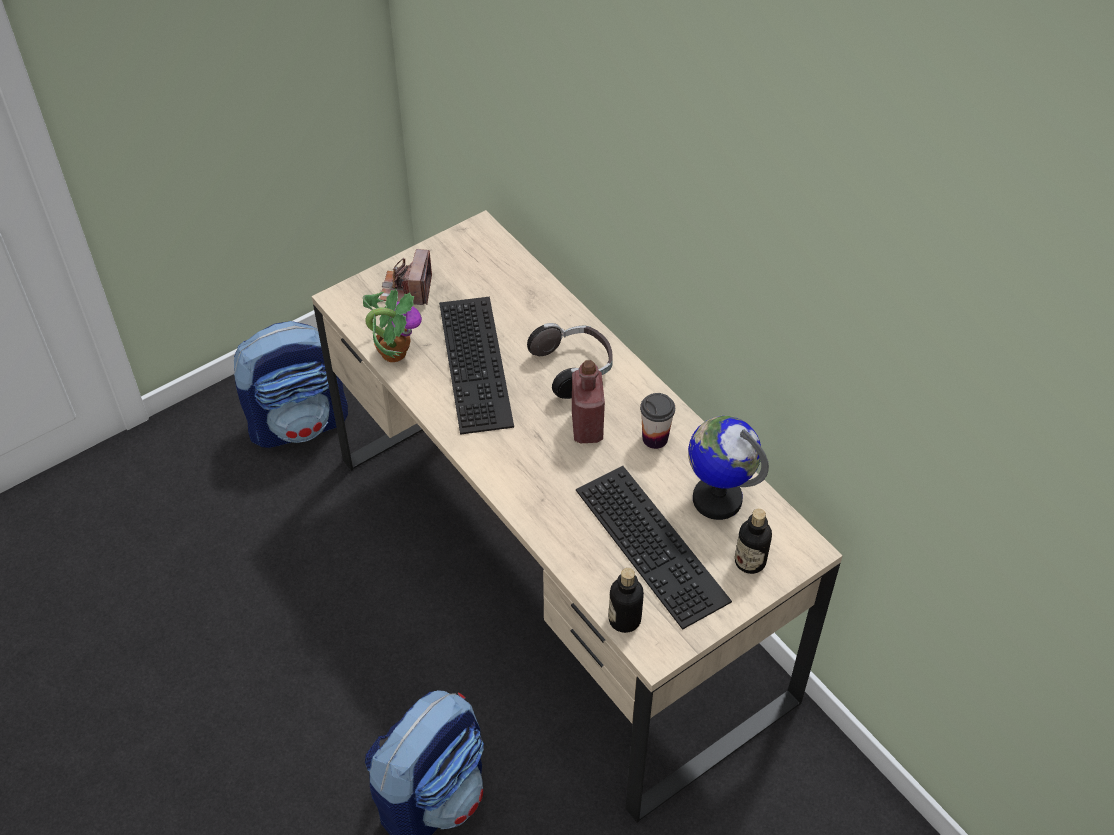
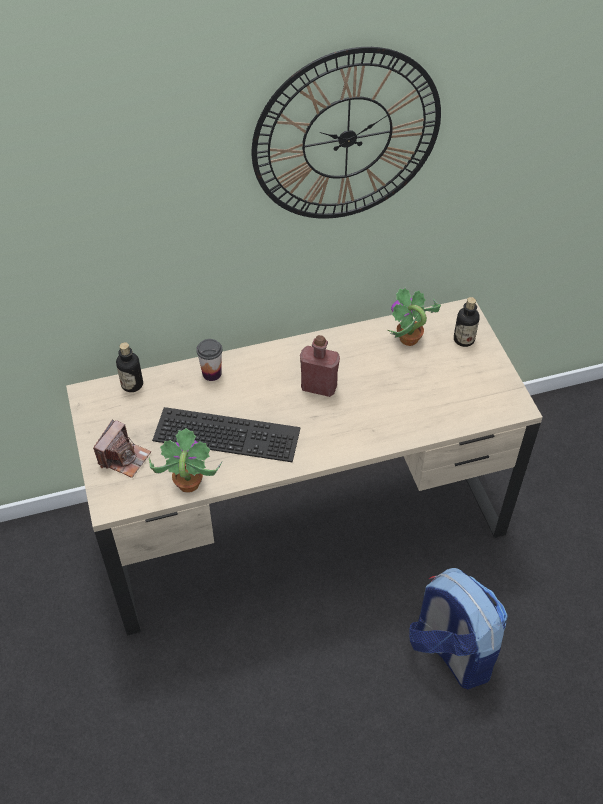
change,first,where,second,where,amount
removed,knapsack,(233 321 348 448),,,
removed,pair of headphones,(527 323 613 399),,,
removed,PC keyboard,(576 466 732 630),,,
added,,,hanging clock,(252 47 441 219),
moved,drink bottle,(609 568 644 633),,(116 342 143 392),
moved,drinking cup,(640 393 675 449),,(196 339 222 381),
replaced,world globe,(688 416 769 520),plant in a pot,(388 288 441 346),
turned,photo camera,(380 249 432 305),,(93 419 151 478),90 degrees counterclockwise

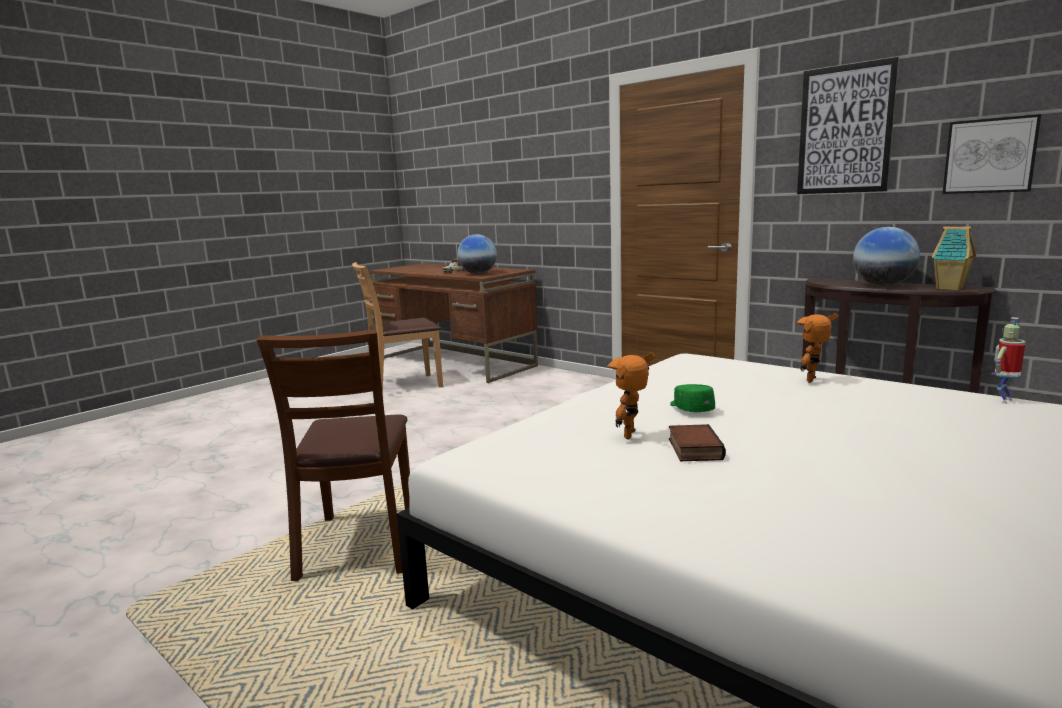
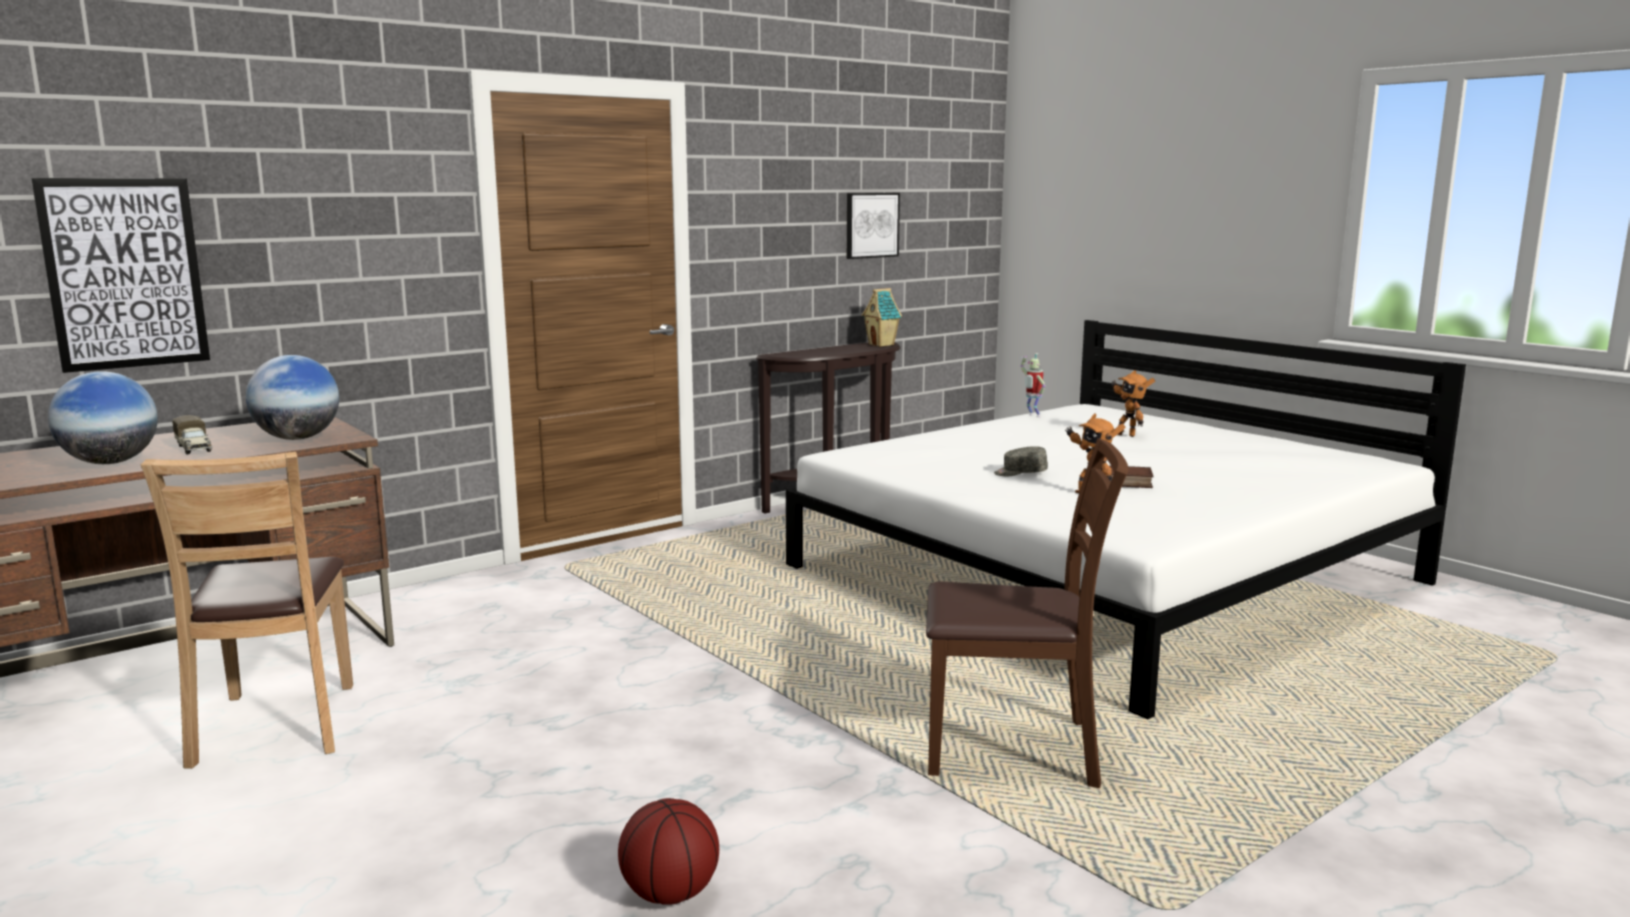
change,first,where,second,where,amount
added,,,basketball ball,(618 798 719 905),
moved,robot figure,(796 313 838 383),,(1111 370 1155 437),
moved,picture,(797 57 899 194),,(31 178 210 373),
moved,world globe,(853 227 920 286),,(48 371 158 464),
recoloured,green-coloured peaked cap,(670 384 715 412),gray peaked cap,(994 446 1048 476),

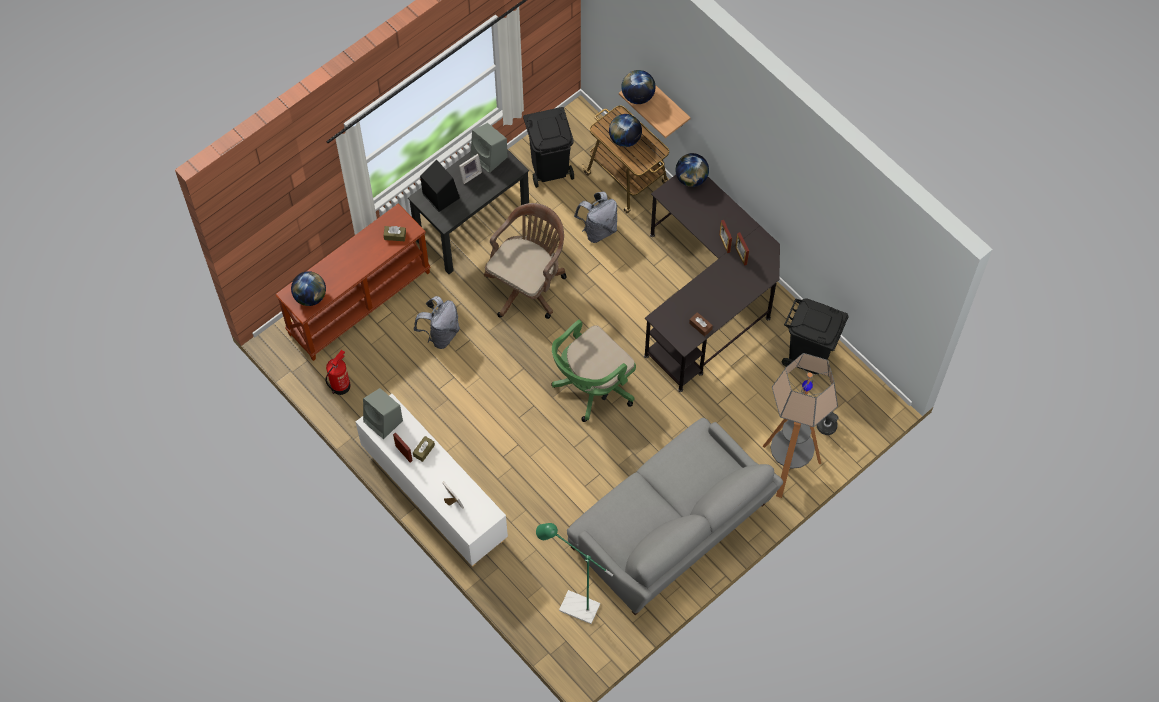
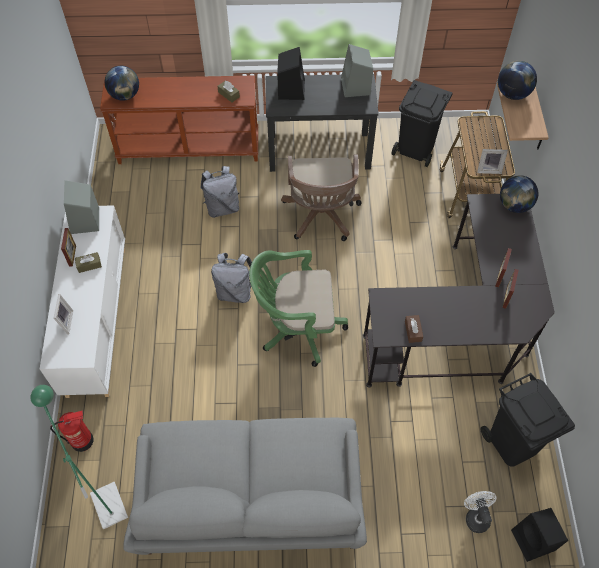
change,first,where,second,where,amount
removed,world globe,(609 114 642 147),,,
removed,standard lamp,(763 353 838 498),,,
added,,,black-coloured audio speaker,(511 508 568 562),
moved,fire-fighting cylinder,(325 350 351 395),,(50 411 94 452),
moved,standing frame,(459 154 482 184),,(477 149 508 174),
moved,gray knapsack,(574 192 617 243),,(211 253 252 303),
turned,brown desk chair,(484 203 567 319),,(281 154 361 241),105 degrees clockwise

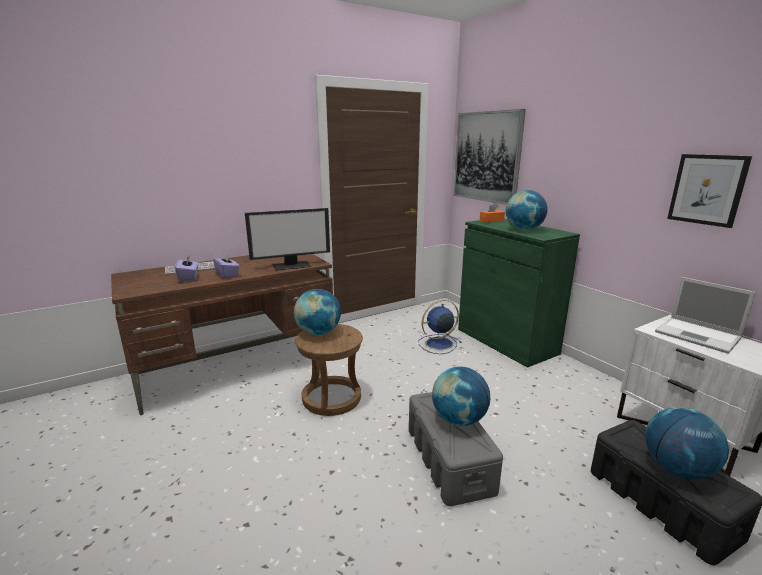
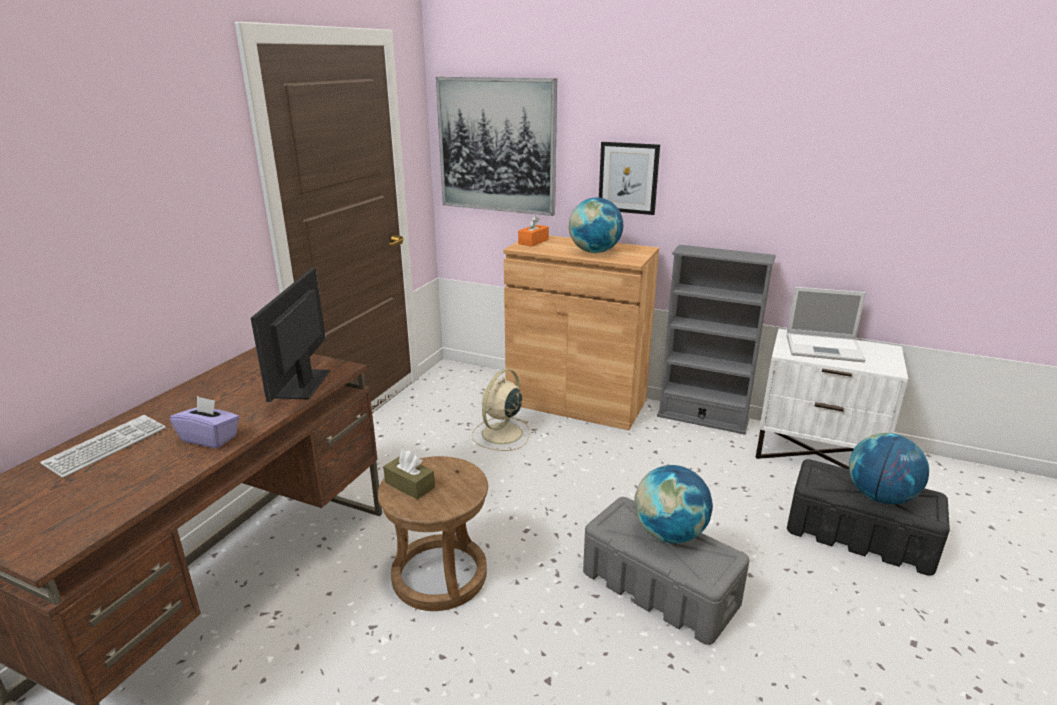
change,first,where,second,where,amount
removed,purple tissue box,(175 255 198 282),,,
added,,,gray bookcase,(657 245 776 435),
moved,picture,(667 154 752 228),,(599 142 660 215),
replaced,world globe,(294 289 341 336),brown tissue box,(383 450 435 500),
recoloured,blue-coloured fan,(418 300 462 354),beige fan,(472 369 530 451),
recoloured,green-coloured cabinet,(458 219 580 368),brown cabinet,(504 235 659 430),
turned,monitor,(245 208 330 271),,(251 268 330 402),150 degrees clockwise

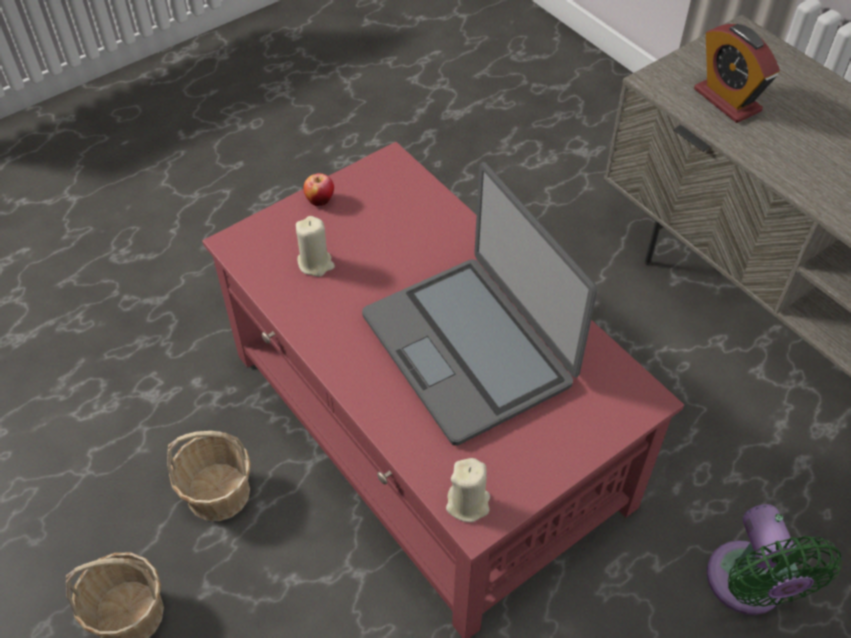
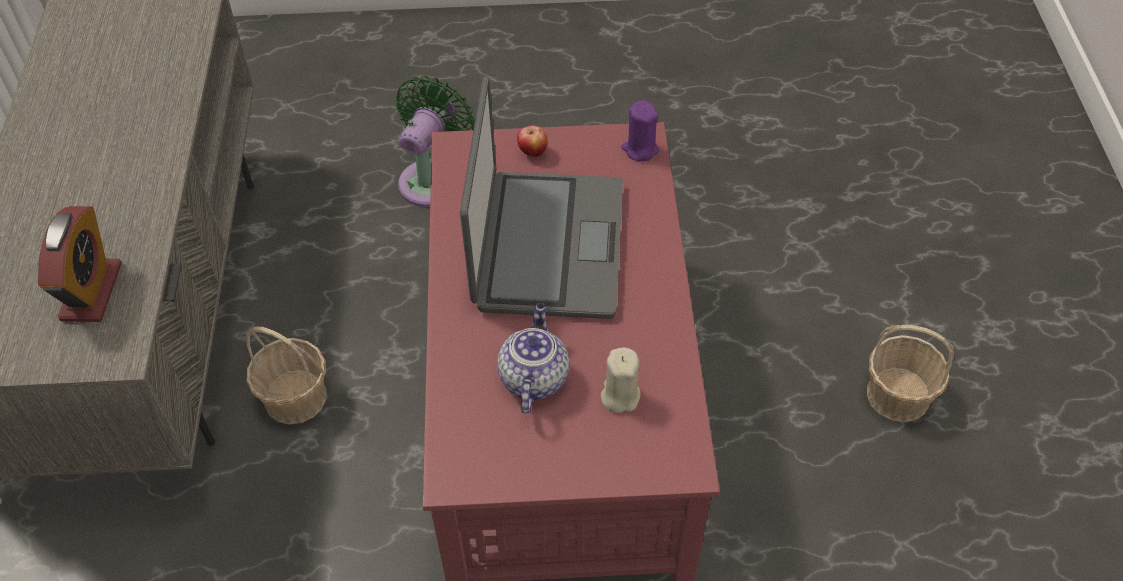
change,first,where,second,where,amount
added,,,tea pot,(497 303 569 414),
moved,storage basket,(167 431 251 521),,(246 326 326 424),
moved,whole apple,(304 173 334 206),,(517 125 548 157),
recoloured,beige wax light,(446 458 490 522),purple wax light,(621 100 659 162),

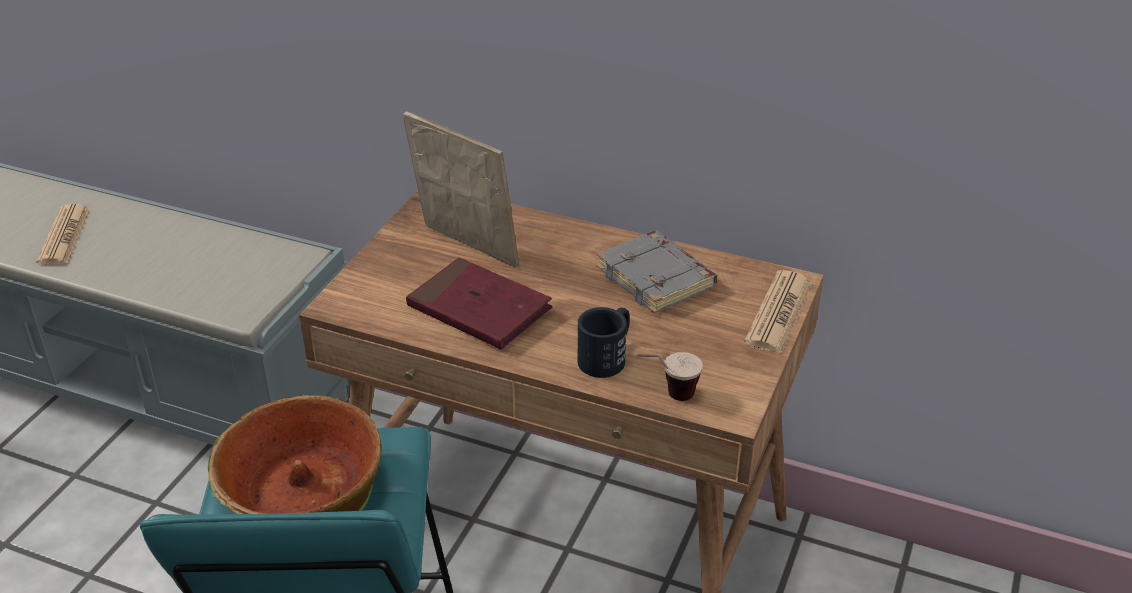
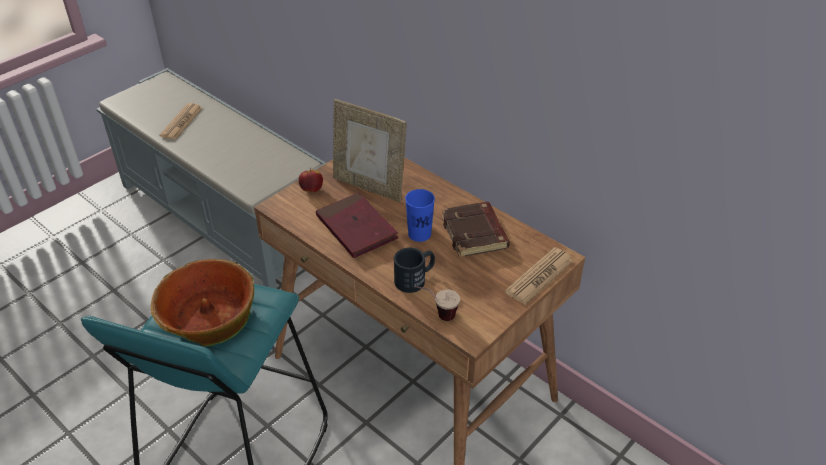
change,first,where,second,where,amount
added,,,whole apple,(298 168 323 192),
added,,,blue-coloured drinking cup,(405 189 435 242),
recoloured,gray volume,(596 231 717 313),brown volume,(441 202 510 258),
turned,standing frame,(403 111 519 268),,(333 99 407 202),150 degrees clockwise

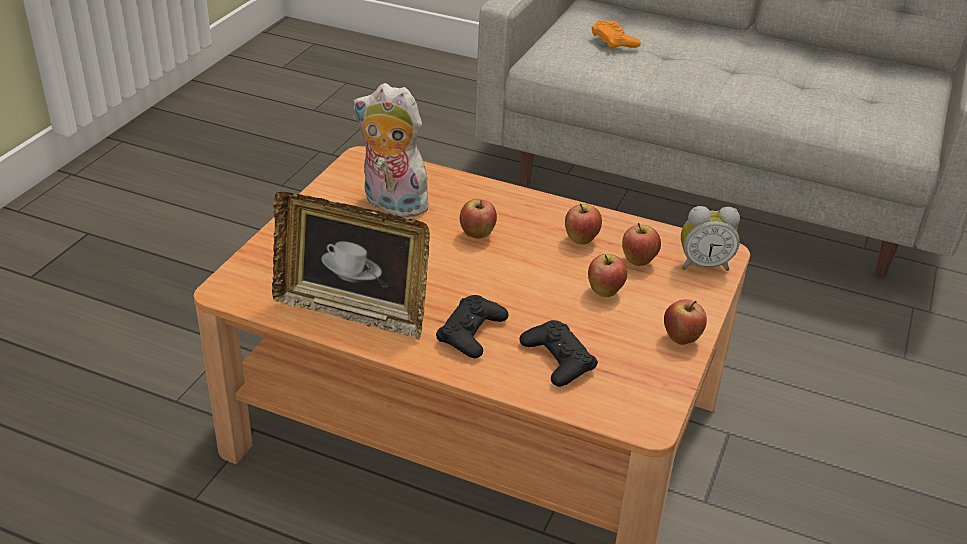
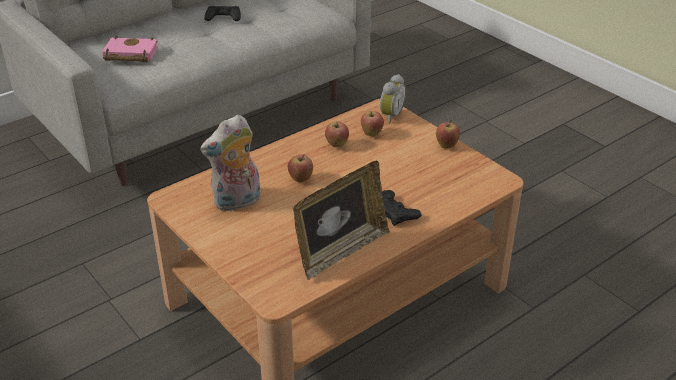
change,first,where,second,where,amount
removed,whole apple,(588 254 627 297),,,
moved,black-coloured game controller,(519 320 598 387),,(204 6 241 21),
replaced,orange game controller,(591 20 641 50),pink volume,(102 36 159 62),

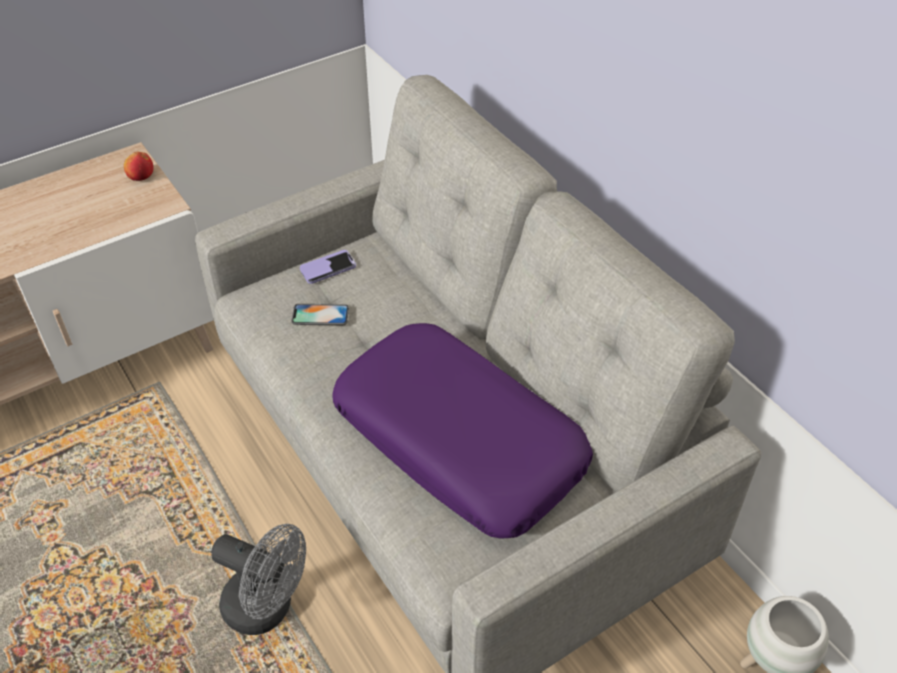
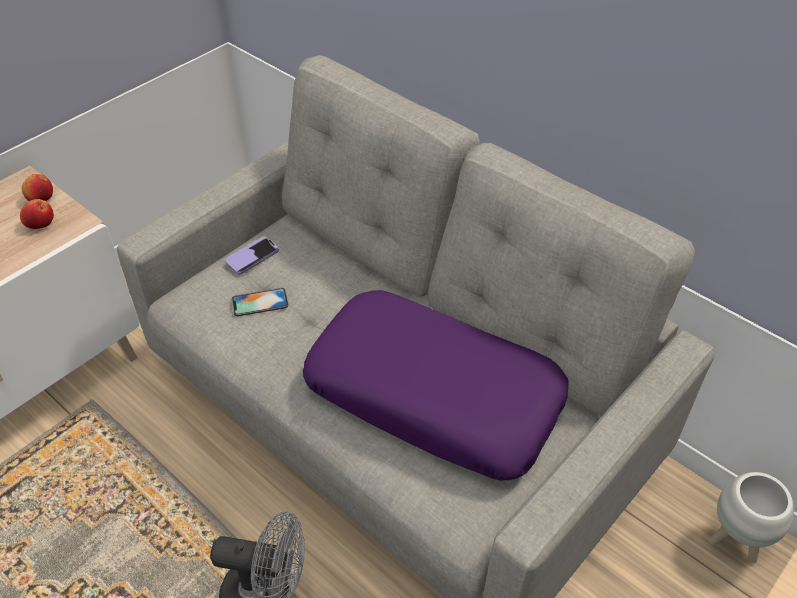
change,first,where,second,where,amount
added,,,whole apple,(20 199 54 229),

